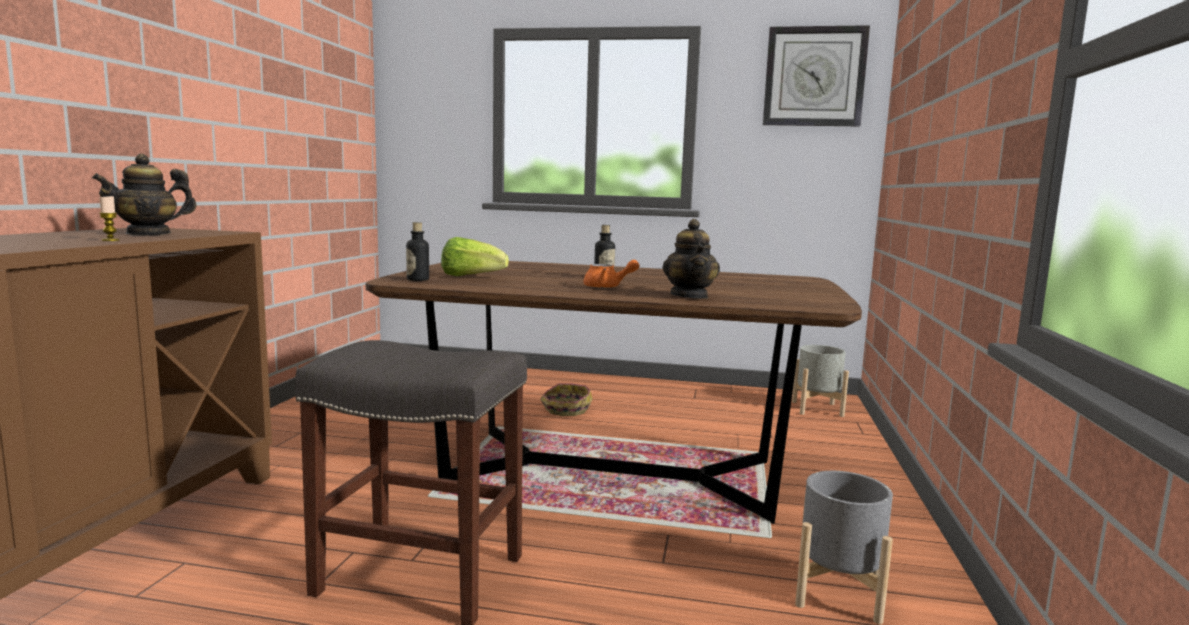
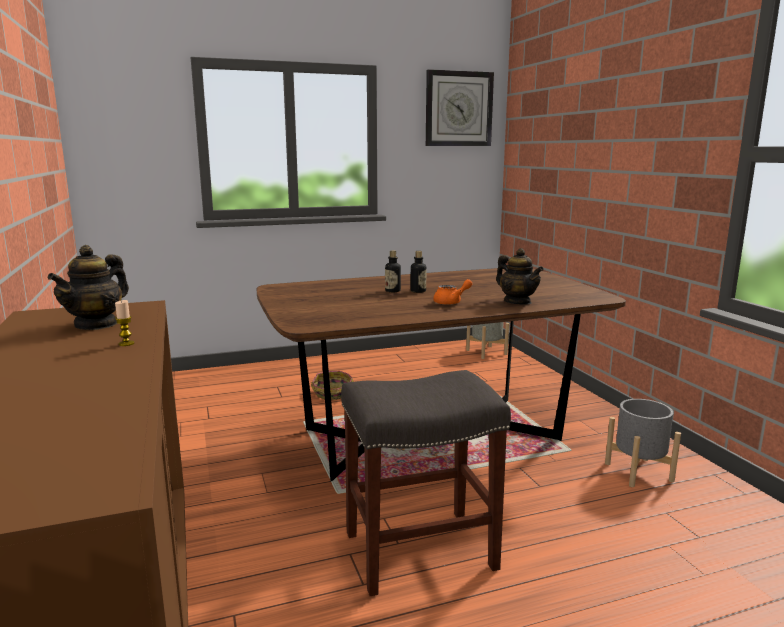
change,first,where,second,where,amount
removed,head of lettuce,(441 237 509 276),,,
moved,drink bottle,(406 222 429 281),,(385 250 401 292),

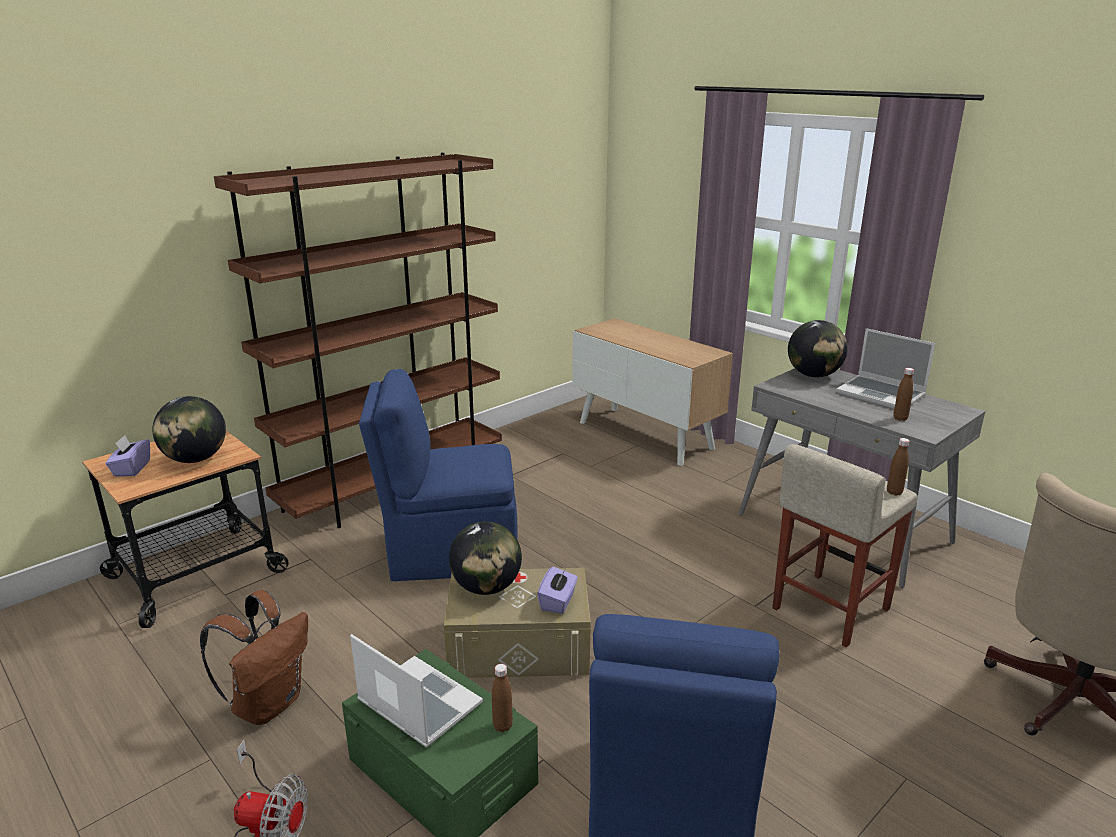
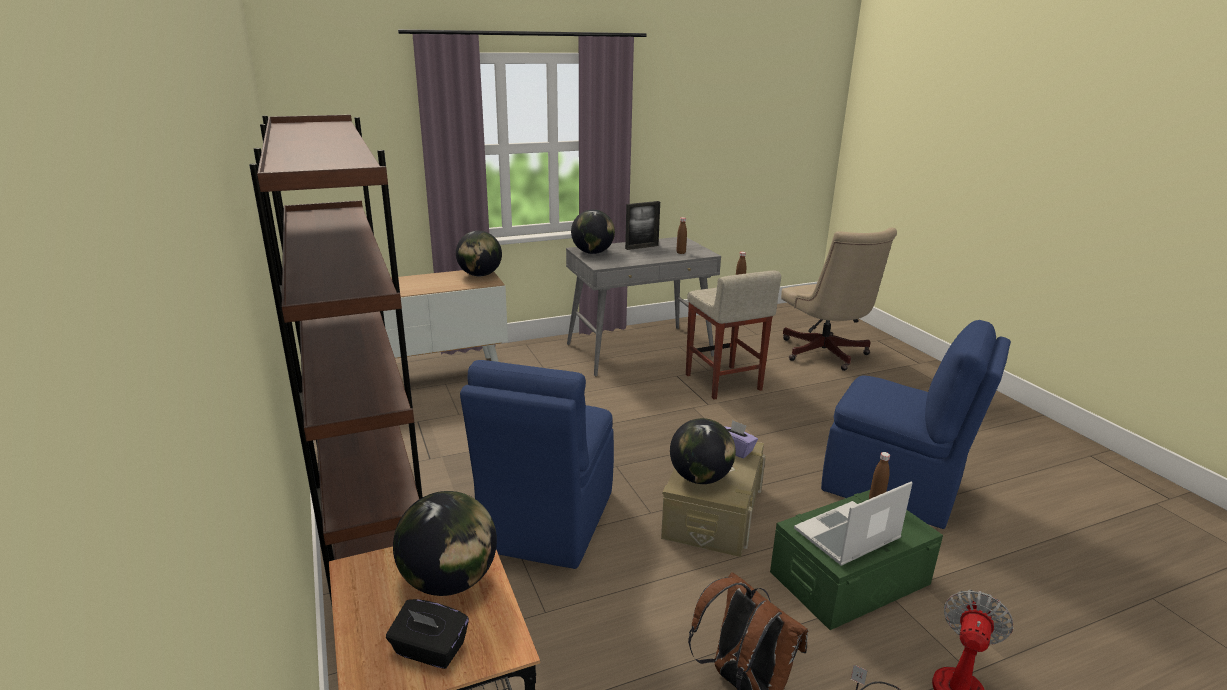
change,first,where,second,where,amount
added,,,world globe,(456 231 502 276),
replaced,laptop,(836 328 935 408),standing frame,(625 201 660 250),
recoloured,purple tissue box,(105 435 150 477),black-coloured tissue box,(386 599 469 669),

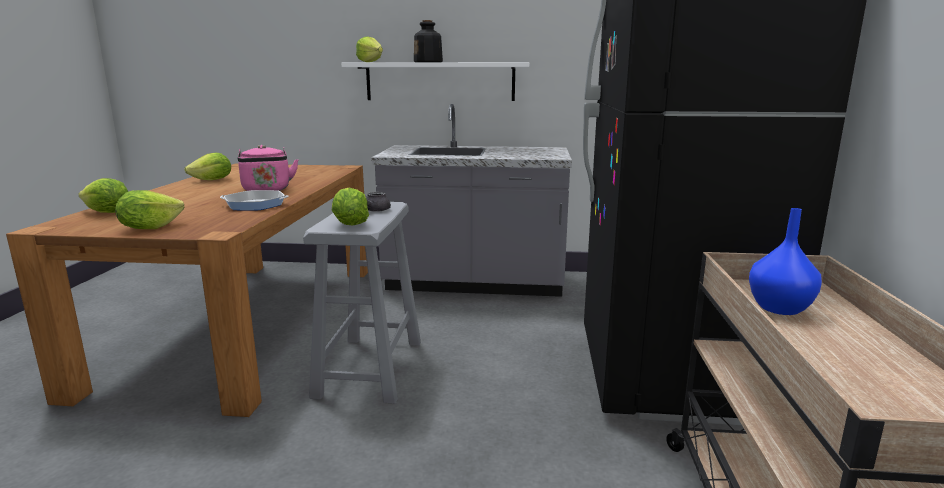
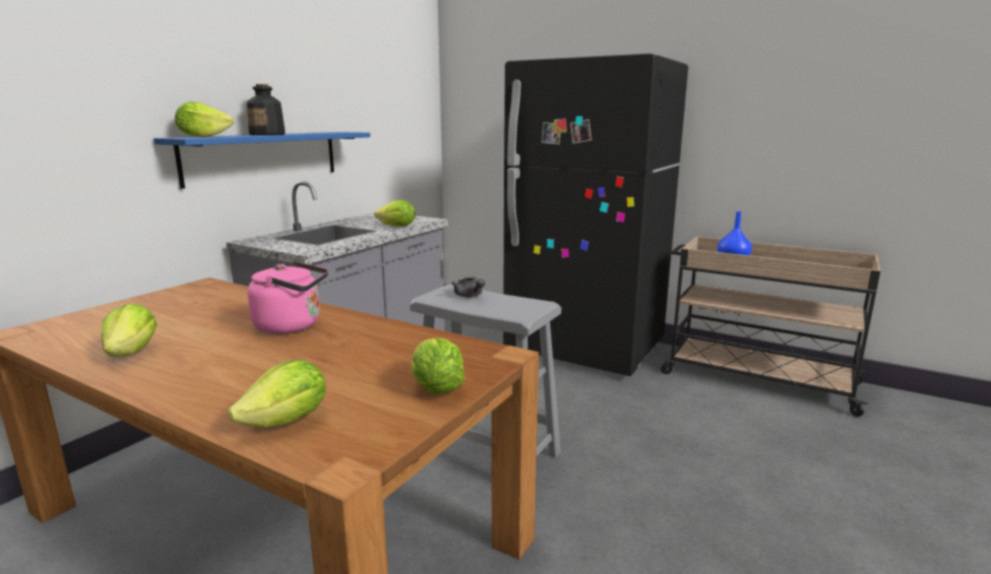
change,first,where,second,where,amount
removed,skillet,(220 190 289 211),,,
moved,head of lettuce,(332 188 369 225),,(374 200 416 226),
recoloured,white-coloured bracket shelf,(341 62 529 101),blue-coloured bracket shelf,(154 132 370 189),

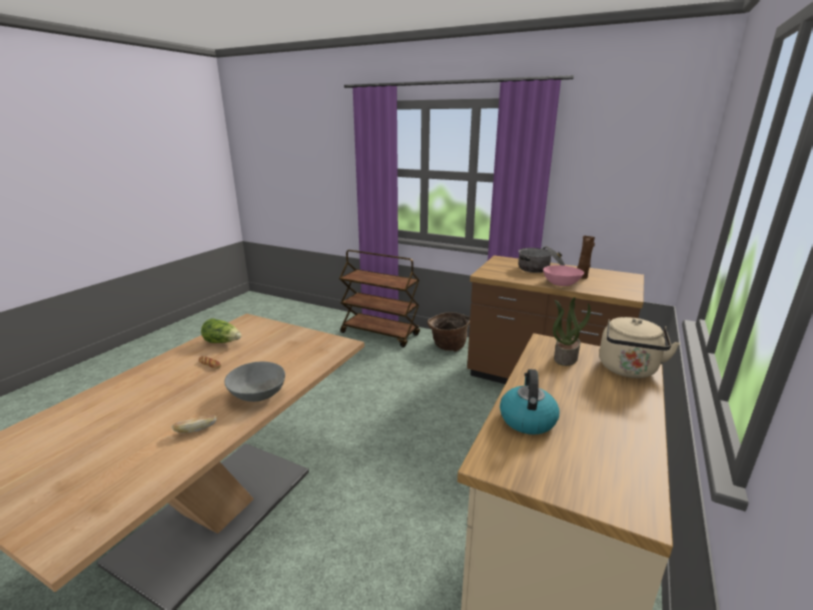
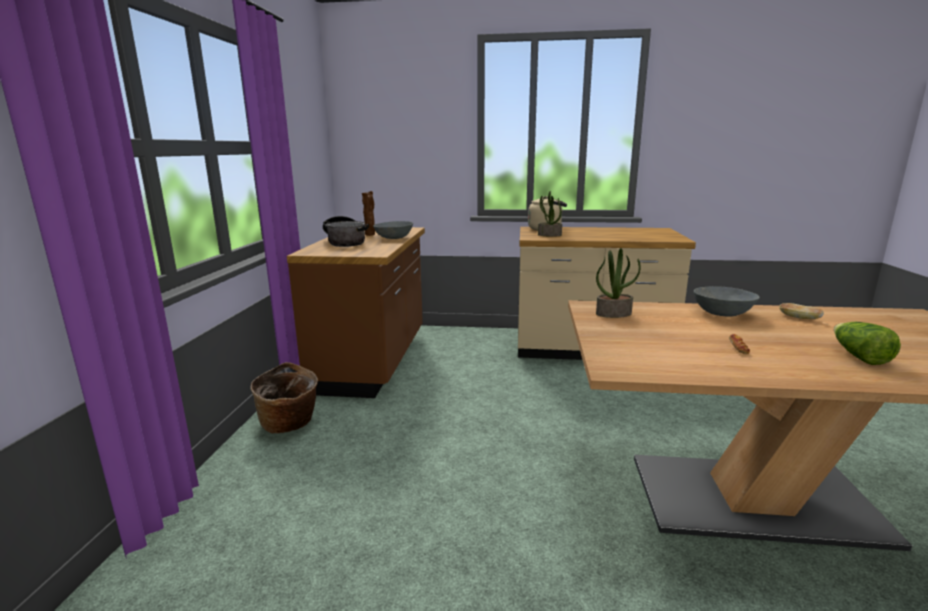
change,first,where,second,where,amount
removed,brown wheeled cart,(339 250 420 347),,,
removed,kettle,(500 369 560 435),,,
added,,,plant in a pot,(596 248 641 318),
moved,head of lettuce,(201 318 242 343),,(834 322 901 365),
recoloured,pink serving bowl,(543 265 584 286),gray serving bowl,(373 221 413 239),

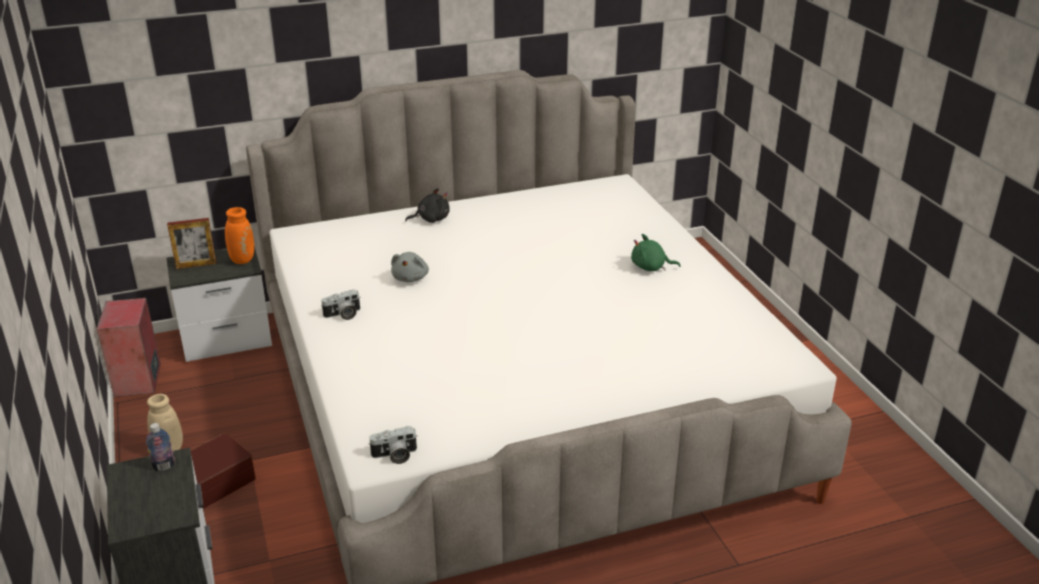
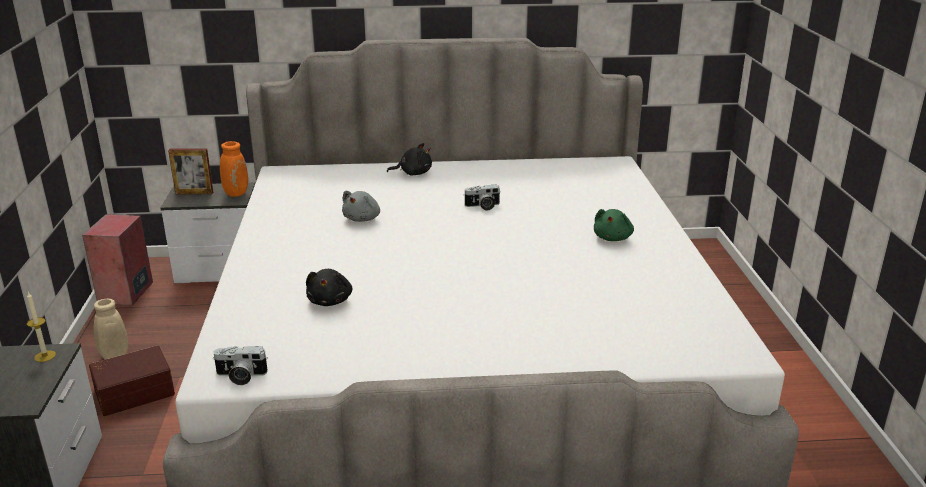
change,first,where,second,where,amount
added,,,black-coloured plush toy,(306 269 352 306),
moved,photo camera,(321 289 360 320),,(464 185 501 211),
replaced,drink bottle,(146 423 175 471),wax light,(27 292 56 362),
turned,green-coloured plush toy,(631 234 681 271),,(594 209 634 241),90 degrees counterclockwise

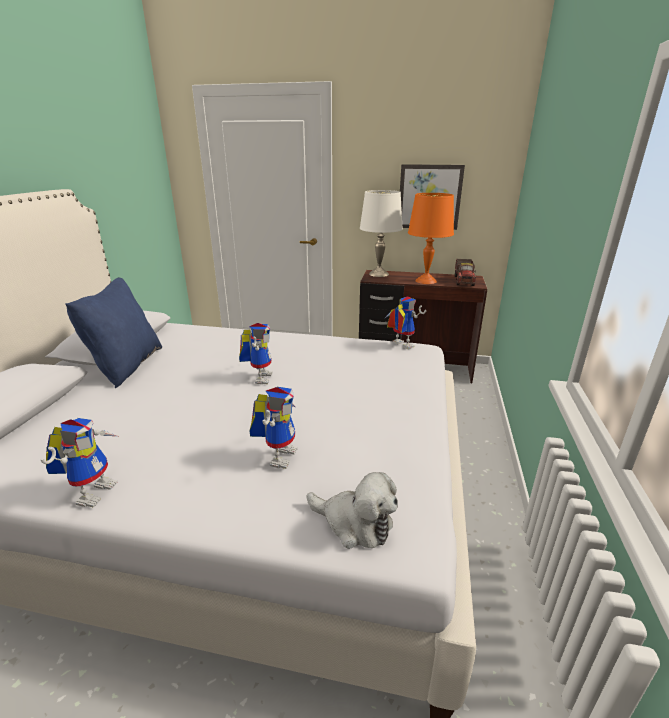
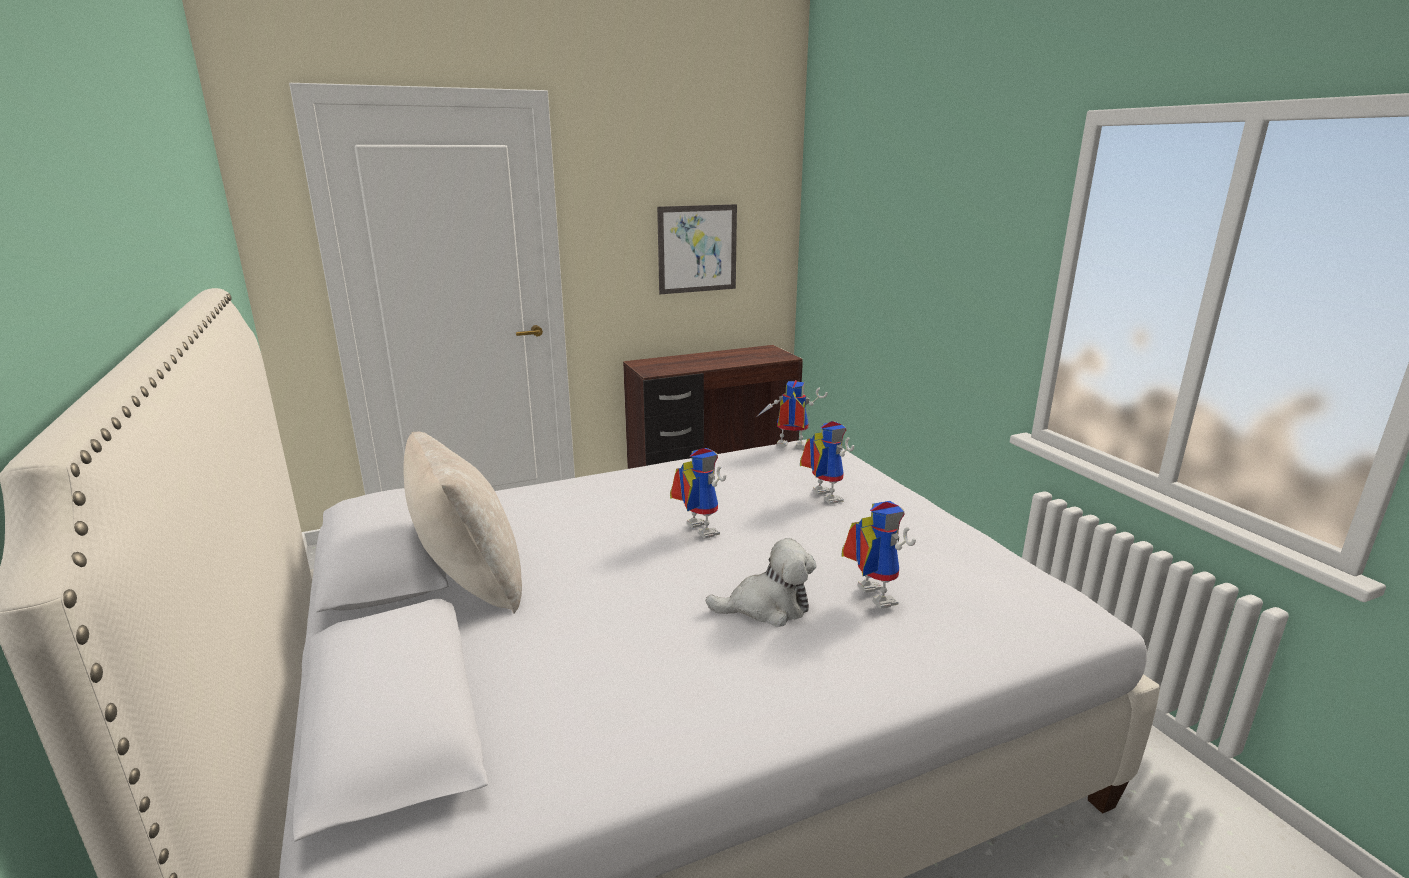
change,first,where,second,where,amount
removed,white-coloured lamp for a table,(360 190 403 277),,,
removed,orange lamp for a table,(408 193 454 284),,,
removed,model truck,(455 259 476 286),,,
moved,robot figure,(40 418 117 507),,(800 421 854 504),
moved,plush toy,(307 472 398 549),,(706 538 817 627),
recoloured,blue-coloured cushion,(65 278 162 388),beige cushion,(403 432 522 613),

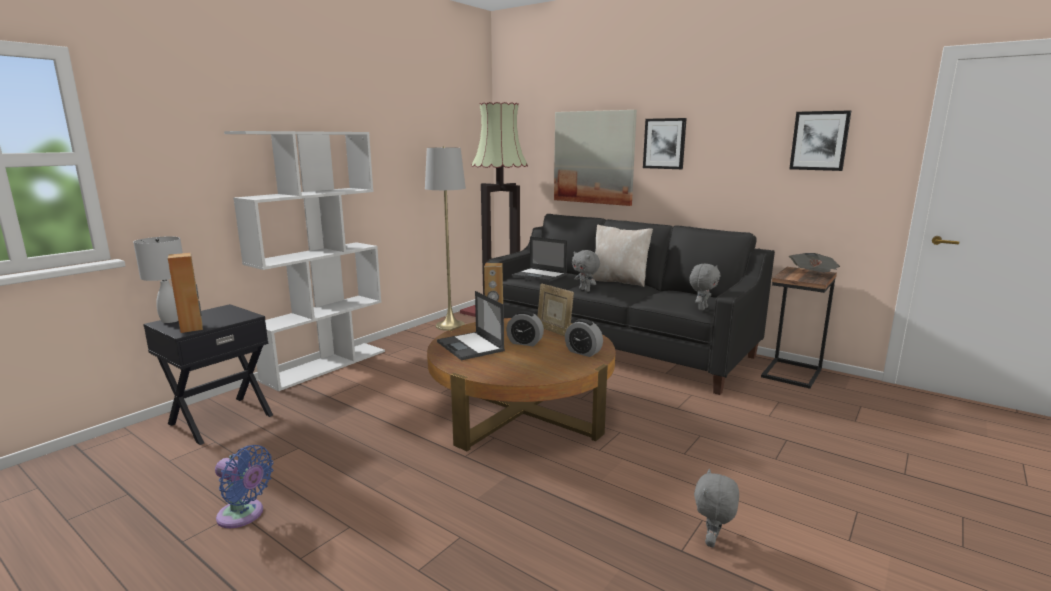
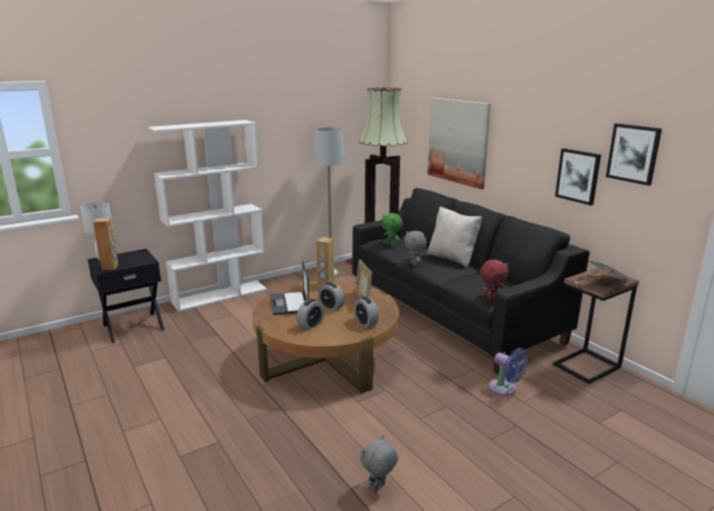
change,first,where,second,where,amount
added,,,table clock,(297 299 324 330),
moved,blue-coloured fan,(215 445 273 528),,(489 348 528 396),
moved,picture,(643 118 687 169),,(555 148 601 205),
replaced,laptop,(512 236 567 282),green-coloured plush toy,(381 213 403 245),
recoloured,gray plush toy,(689 264 720 311),reddish plush toy,(480 260 509 300),

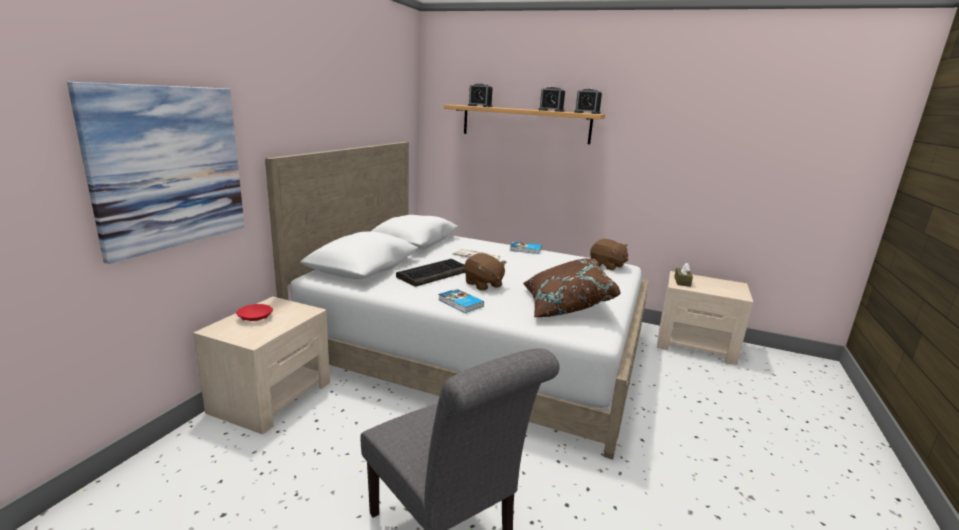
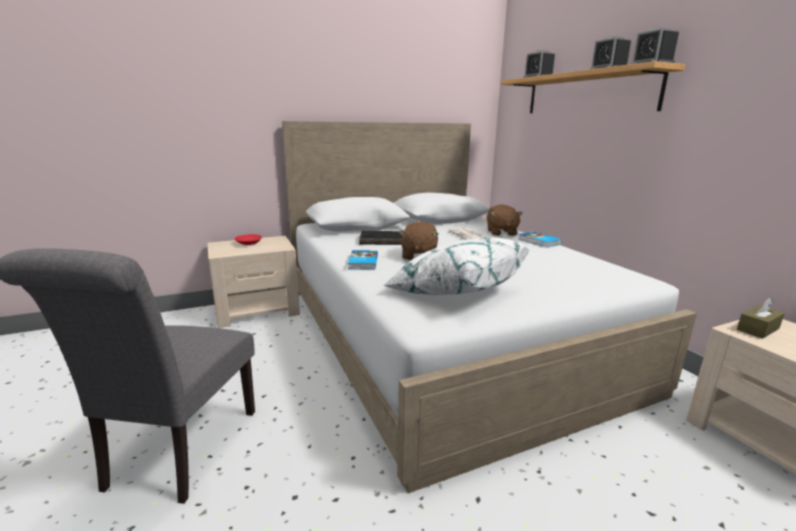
change,first,where,second,where,amount
removed,picture,(67 82 245 264),,,
moved,brown plush toy,(590 239 628 271),,(487 204 523 236),
recoloured,brown cushion,(523 258 621 317),white-coloured cushion,(382 237 530 295),

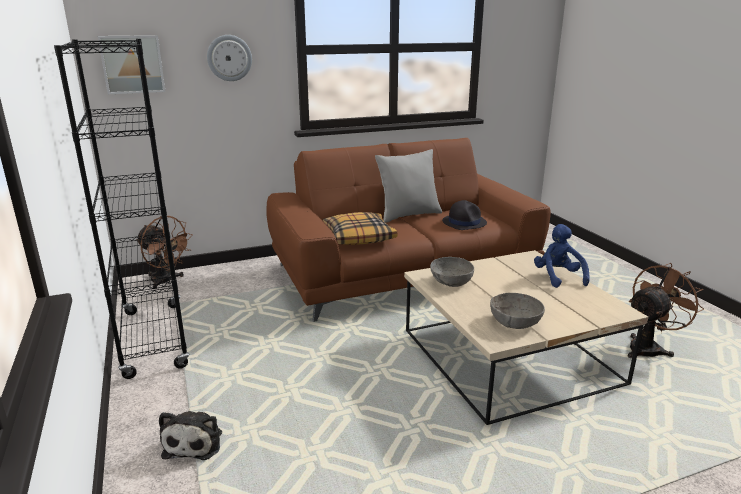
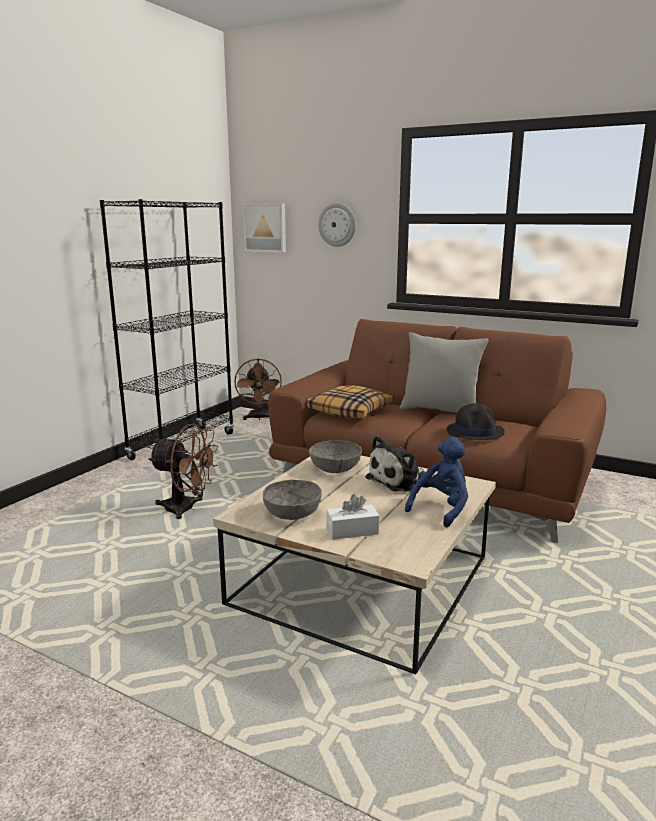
change,first,where,second,where,amount
added,,,white-coloured tissue box,(326 494 379 540),
moved,plush toy,(159 411 222 460),,(365 436 424 492),
moved,brown fan,(627 263 704 358),,(148 424 219 519),

